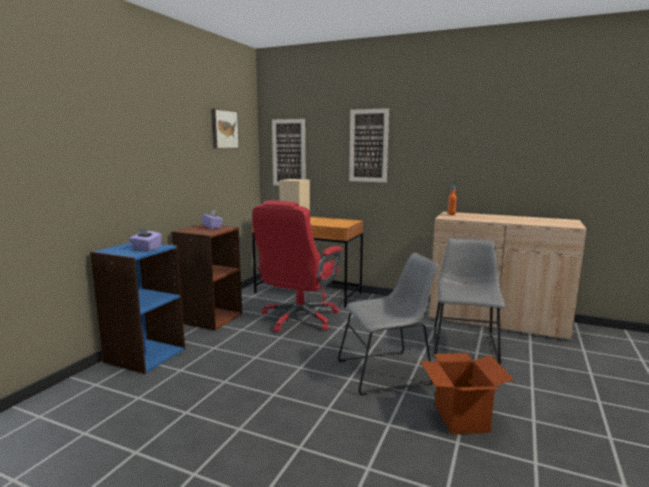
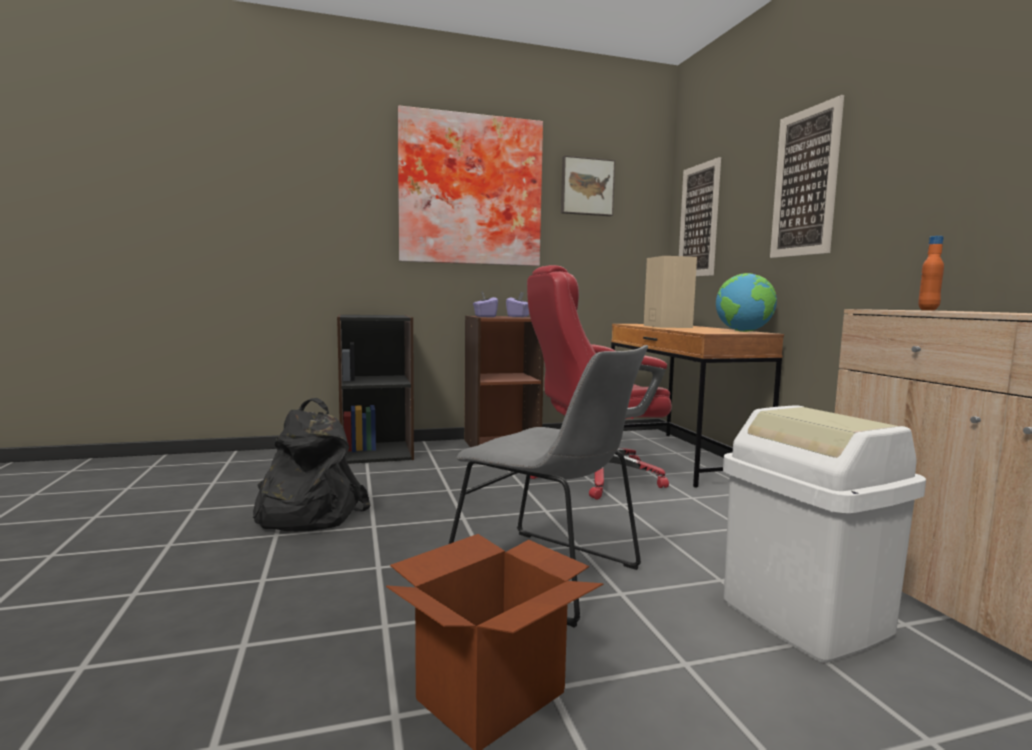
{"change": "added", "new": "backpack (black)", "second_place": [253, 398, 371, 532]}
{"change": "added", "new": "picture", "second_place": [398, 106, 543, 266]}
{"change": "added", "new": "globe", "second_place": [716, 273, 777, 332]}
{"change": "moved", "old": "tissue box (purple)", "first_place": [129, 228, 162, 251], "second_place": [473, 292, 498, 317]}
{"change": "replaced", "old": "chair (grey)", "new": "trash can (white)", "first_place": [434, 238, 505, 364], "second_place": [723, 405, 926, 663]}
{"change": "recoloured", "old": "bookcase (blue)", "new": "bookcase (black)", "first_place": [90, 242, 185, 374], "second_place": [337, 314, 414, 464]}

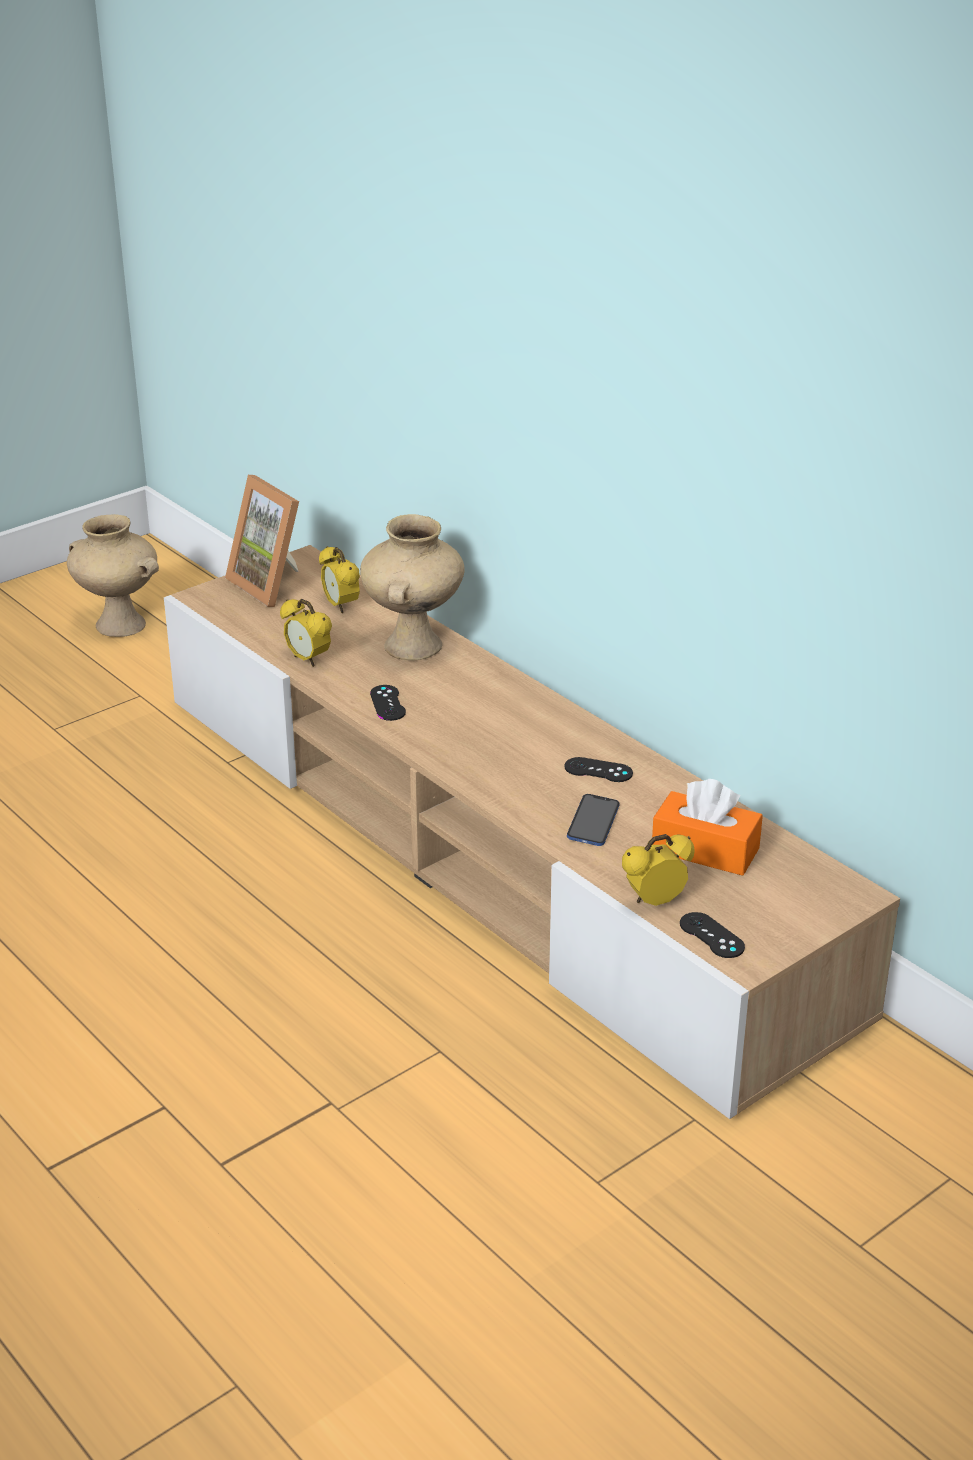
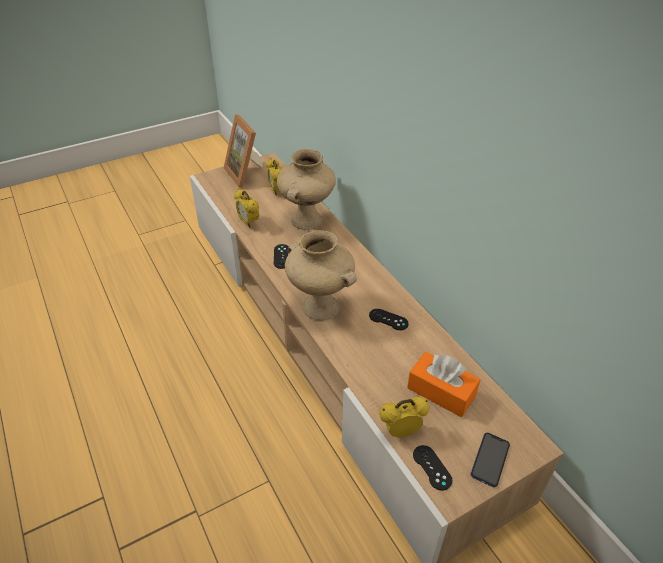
{"change": "moved", "old": "vase (beige)", "first_place": [67, 514, 159, 637], "second_place": [285, 230, 357, 320]}
{"change": "moved", "old": "phone", "first_place": [567, 794, 620, 846], "second_place": [471, 433, 510, 487]}

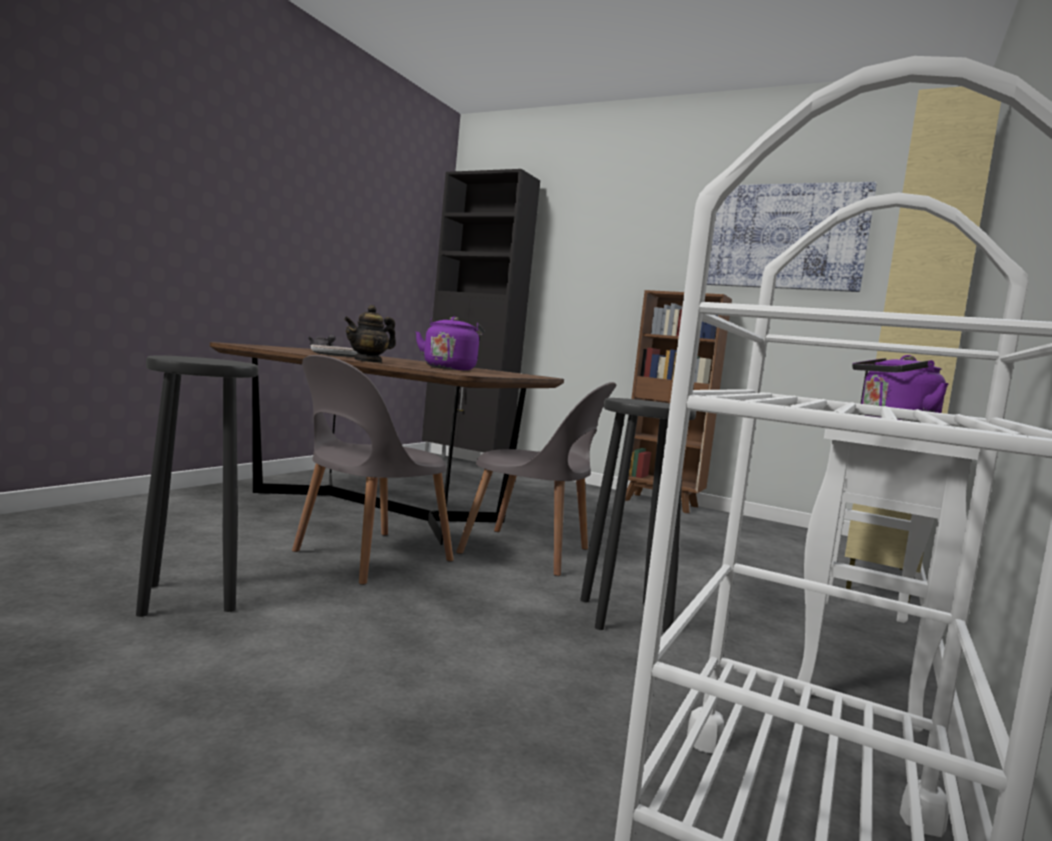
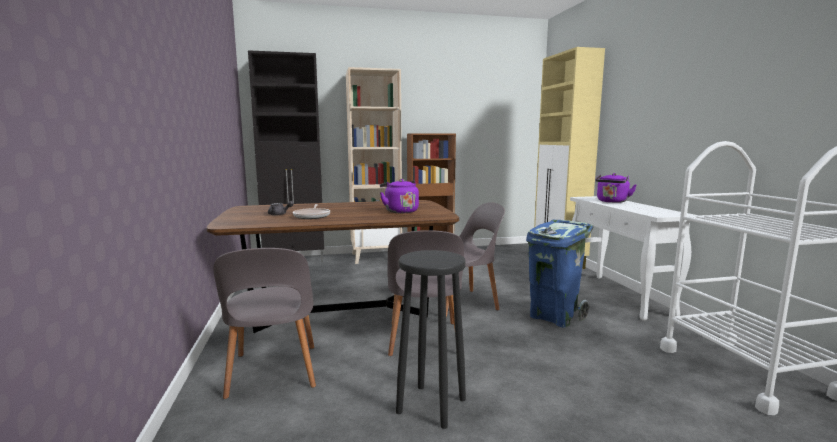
{"change": "removed", "old": "teapot", "first_place": [344, 305, 396, 363]}
{"change": "removed", "old": "picture", "first_place": [707, 182, 877, 292]}
{"change": "added", "new": "chair (grey)", "second_place": [213, 248, 316, 399]}
{"change": "added", "new": "bookcase (beige)", "second_place": [346, 67, 402, 264]}
{"change": "replaced", "old": "stool (black)", "new": "trash can (blue)", "first_place": [580, 398, 696, 632], "second_place": [526, 220, 594, 328]}

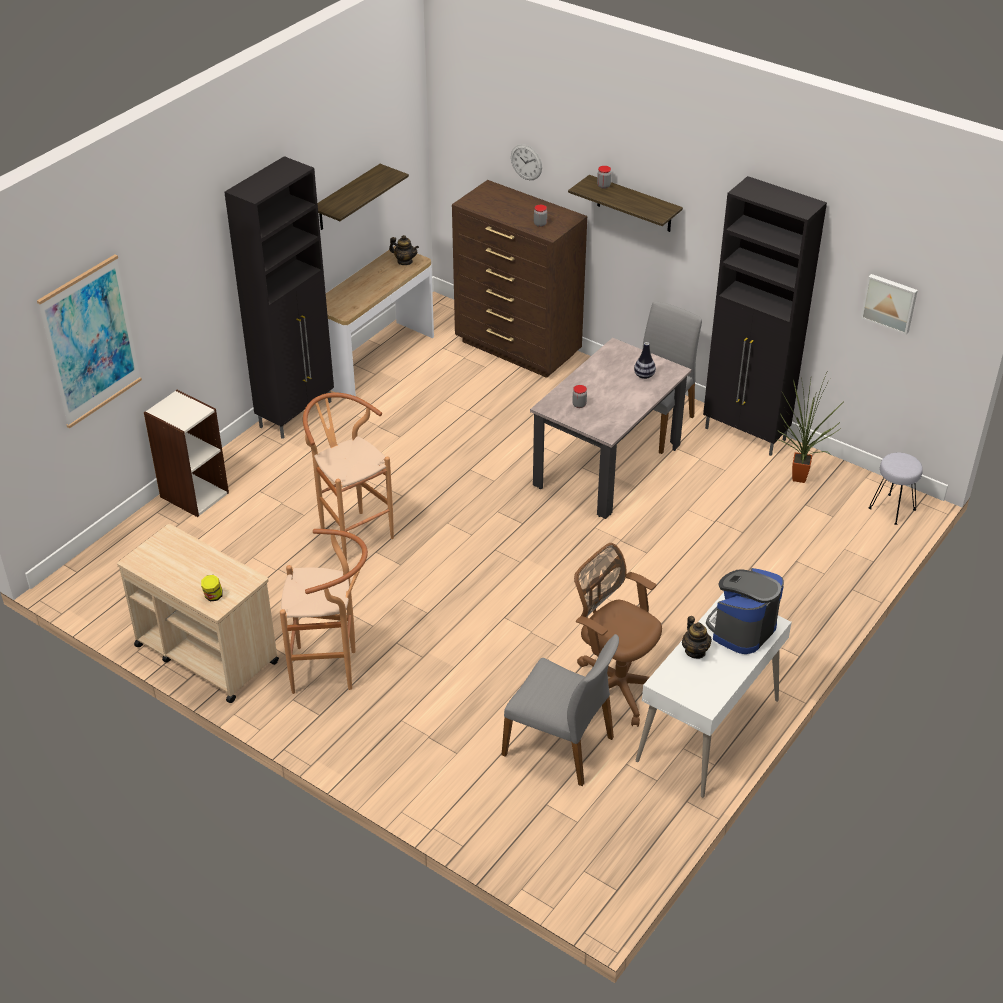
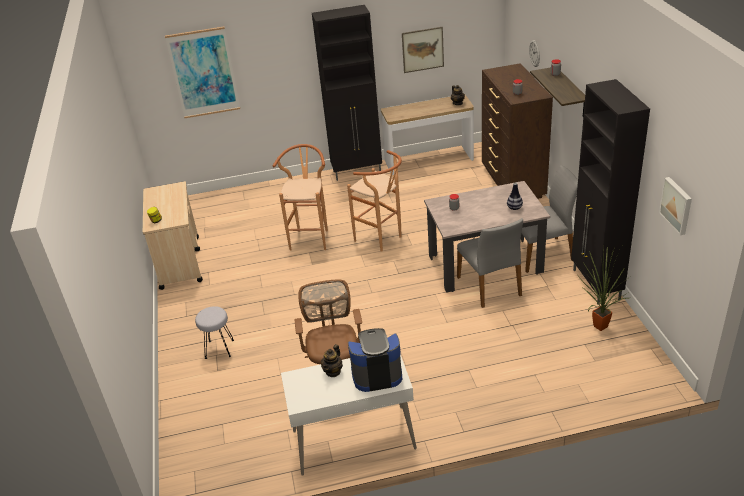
{"change": "removed", "old": "bookcase", "first_place": [144, 390, 229, 517]}
{"change": "moved", "old": "stool (brown)", "first_place": [280, 529, 368, 694], "second_place": [347, 150, 402, 252]}
{"change": "moved", "old": "chair (grey)", "first_place": [502, 634, 619, 786], "second_place": [457, 218, 523, 308]}
{"change": "moved", "old": "stool (grey)", "first_place": [869, 453, 923, 525], "second_place": [195, 306, 234, 359]}
{"change": "replaced", "old": "shelf", "new": "picture", "first_place": [317, 164, 409, 230], "second_place": [402, 27, 444, 73]}

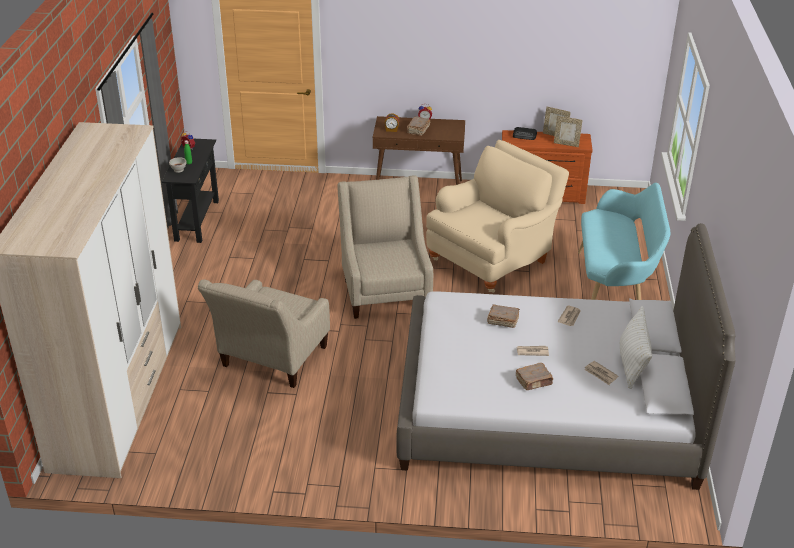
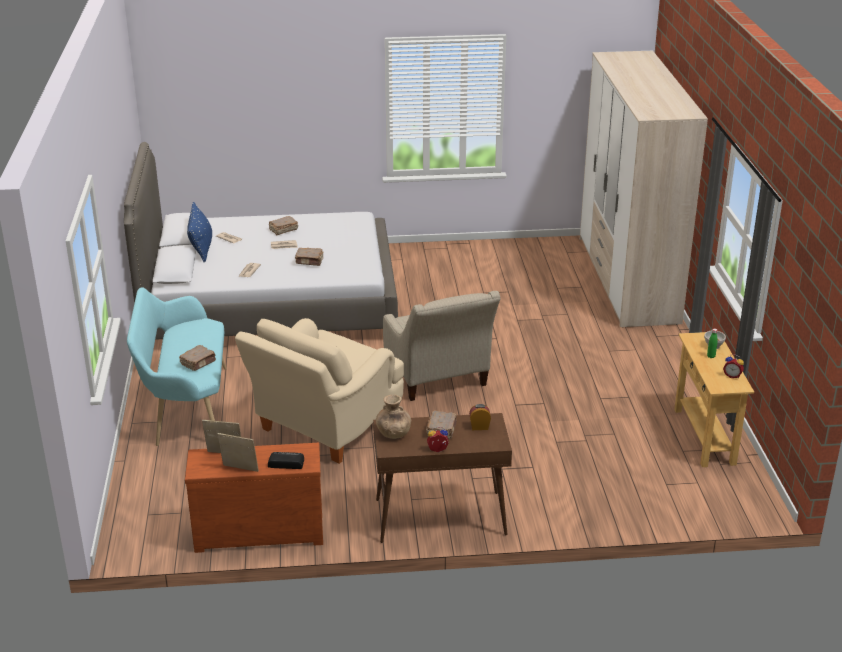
{"change": "removed", "old": "armchair (beige)", "first_place": [198, 280, 330, 388]}
{"change": "added", "new": "book (brown)", "second_place": [180, 345, 216, 371]}
{"change": "added", "new": "vase (brown)", "second_place": [376, 395, 411, 439]}
{"change": "recoloured", "old": "console table (black)", "new": "console table (beige)", "first_place": [162, 139, 219, 243], "second_place": [674, 332, 754, 467]}
{"change": "recoloured", "old": "pillow (white)", "new": "pillow (blue)", "first_place": [620, 306, 652, 389], "second_place": [187, 202, 212, 263]}

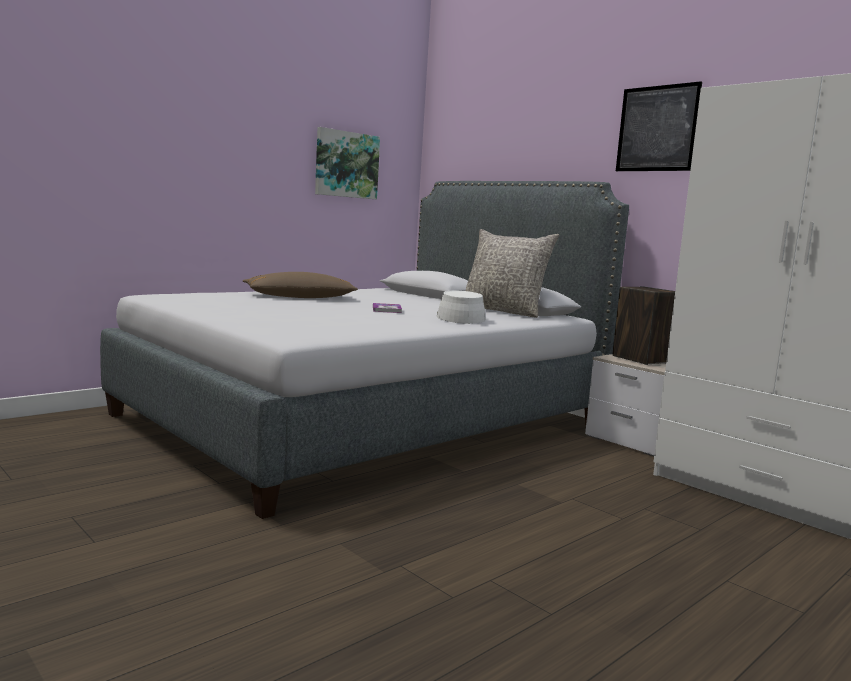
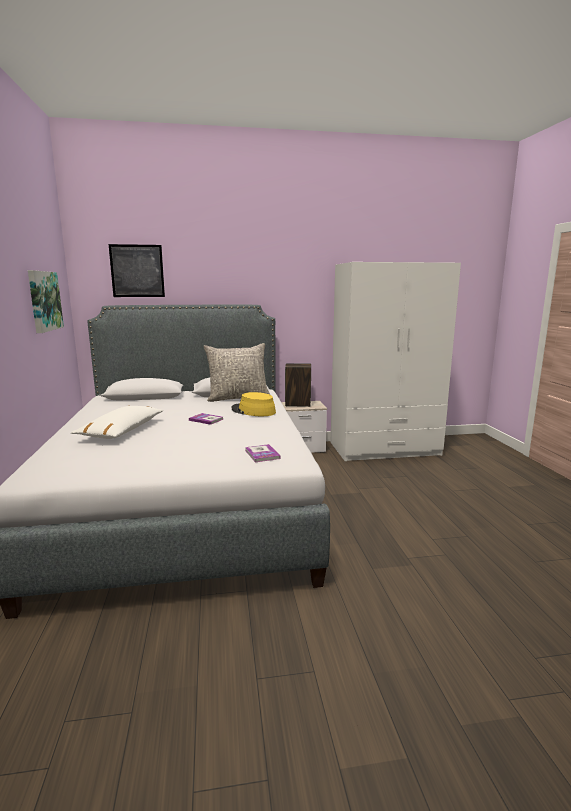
{"change": "added", "new": "book", "second_place": [245, 444, 280, 462]}
{"change": "moved", "old": "picture", "first_place": [616, 81, 702, 171], "second_place": [109, 244, 165, 297]}
{"change": "recoloured", "old": "pillow (brown)", "new": "pillow (white)", "first_place": [243, 272, 358, 298], "second_place": [71, 406, 163, 439]}
{"change": "recoloured", "old": "hat (white)", "new": "hat (yellow)", "first_place": [436, 291, 486, 324], "second_place": [231, 392, 276, 416]}

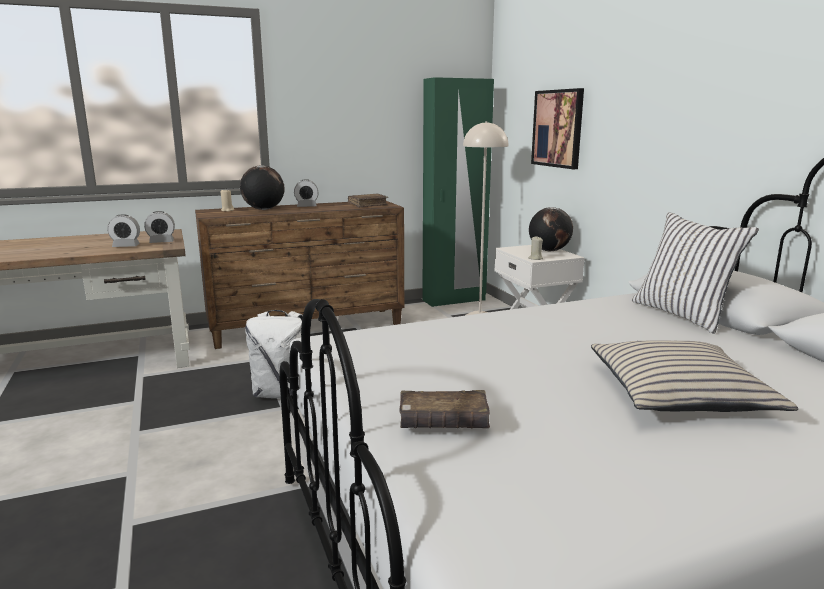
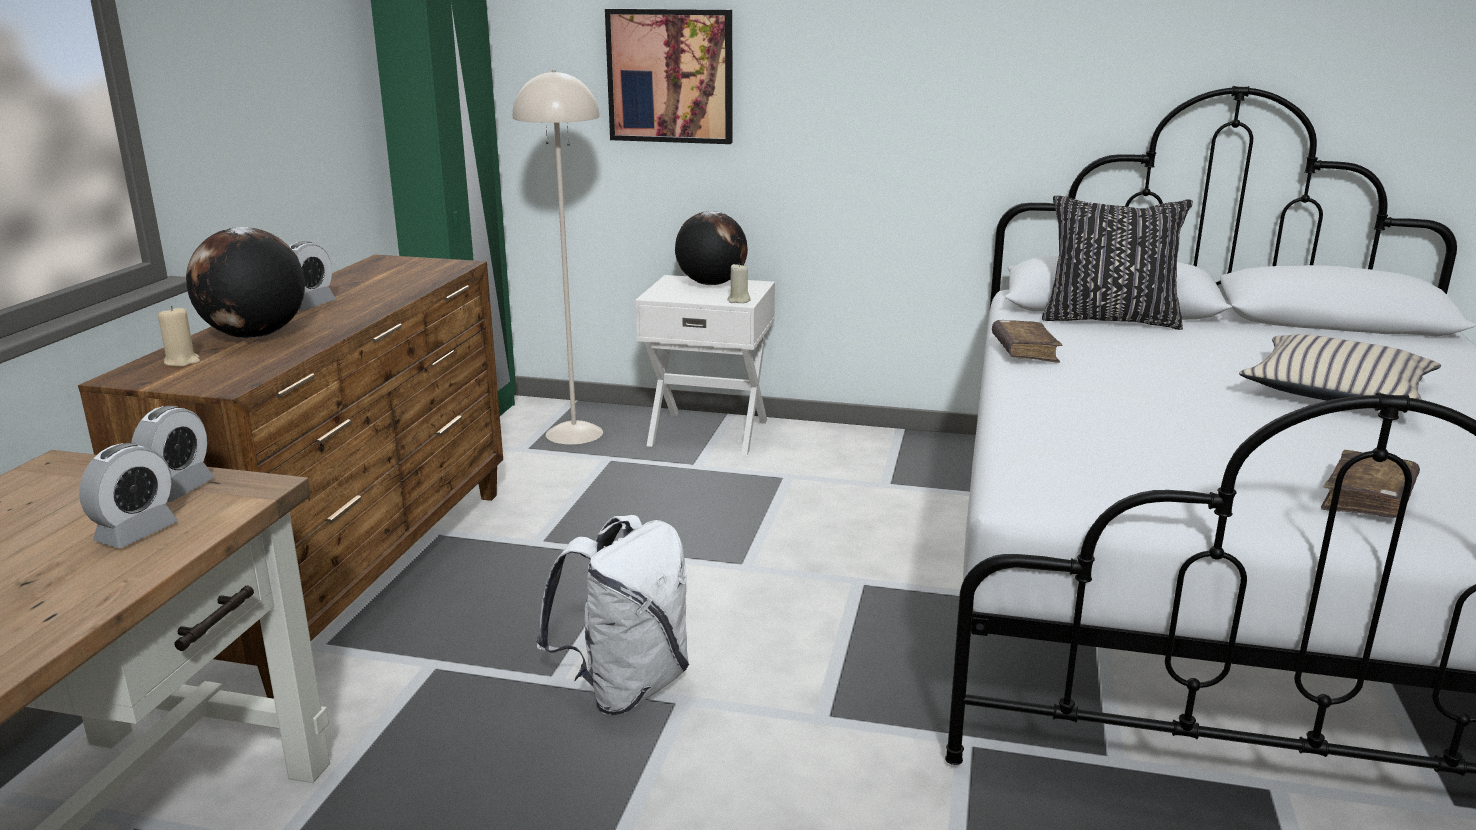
{"change": "moved", "old": "book (brown)", "first_place": [348, 194, 388, 208], "second_place": [992, 320, 1063, 363]}
{"change": "recoloured", "old": "pillow (white)", "new": "pillow (black)", "first_place": [632, 212, 759, 334], "second_place": [1042, 196, 1193, 330]}

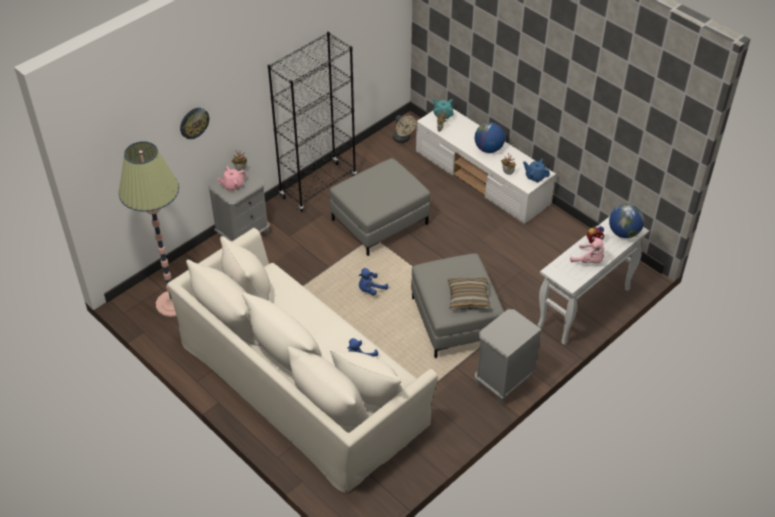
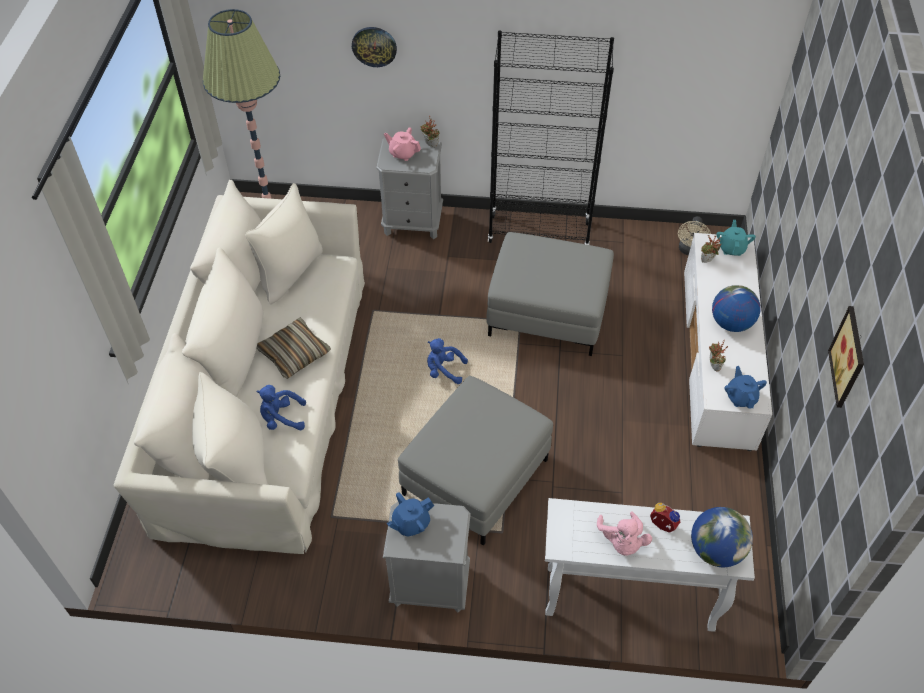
{"change": "added", "new": "teapot (blue)", "second_place": [387, 492, 434, 537]}
{"change": "added", "new": "picture", "second_place": [828, 306, 864, 408]}
{"change": "moved", "old": "pillow", "first_place": [448, 278, 491, 310], "second_place": [256, 318, 331, 379]}

